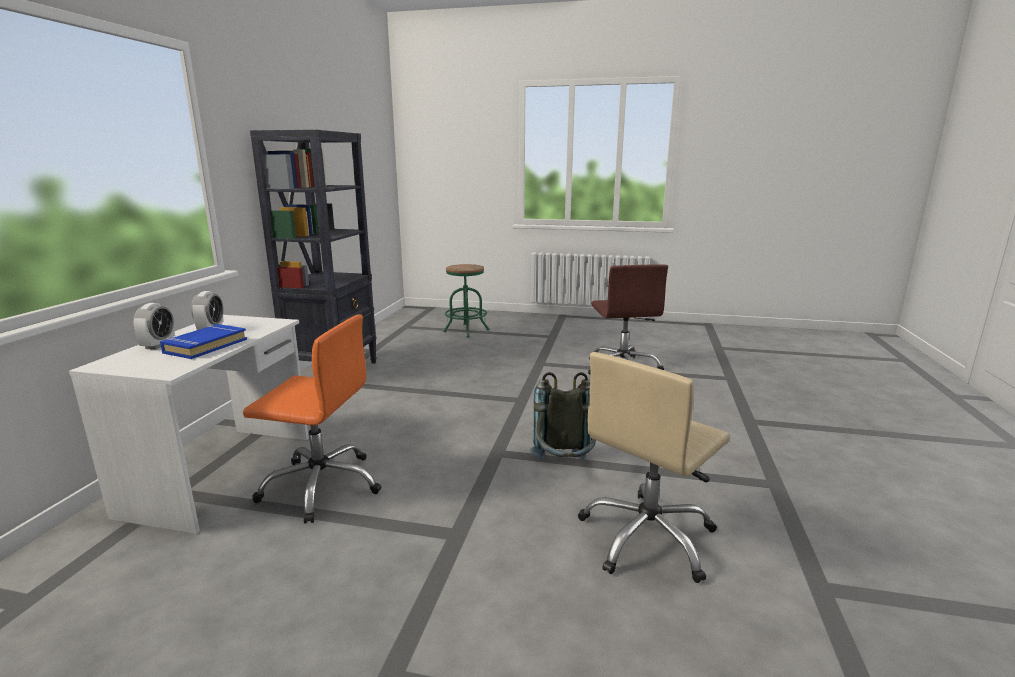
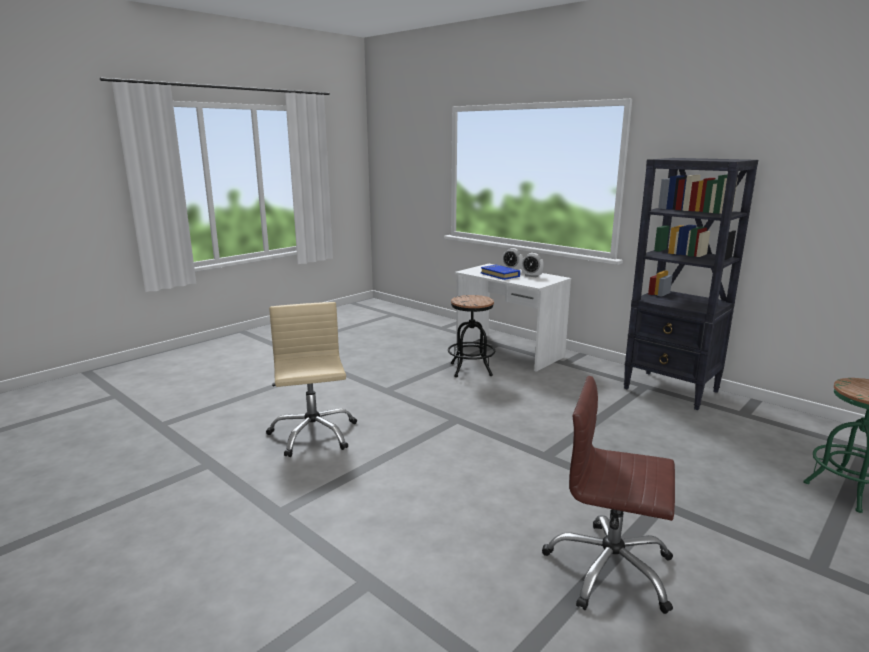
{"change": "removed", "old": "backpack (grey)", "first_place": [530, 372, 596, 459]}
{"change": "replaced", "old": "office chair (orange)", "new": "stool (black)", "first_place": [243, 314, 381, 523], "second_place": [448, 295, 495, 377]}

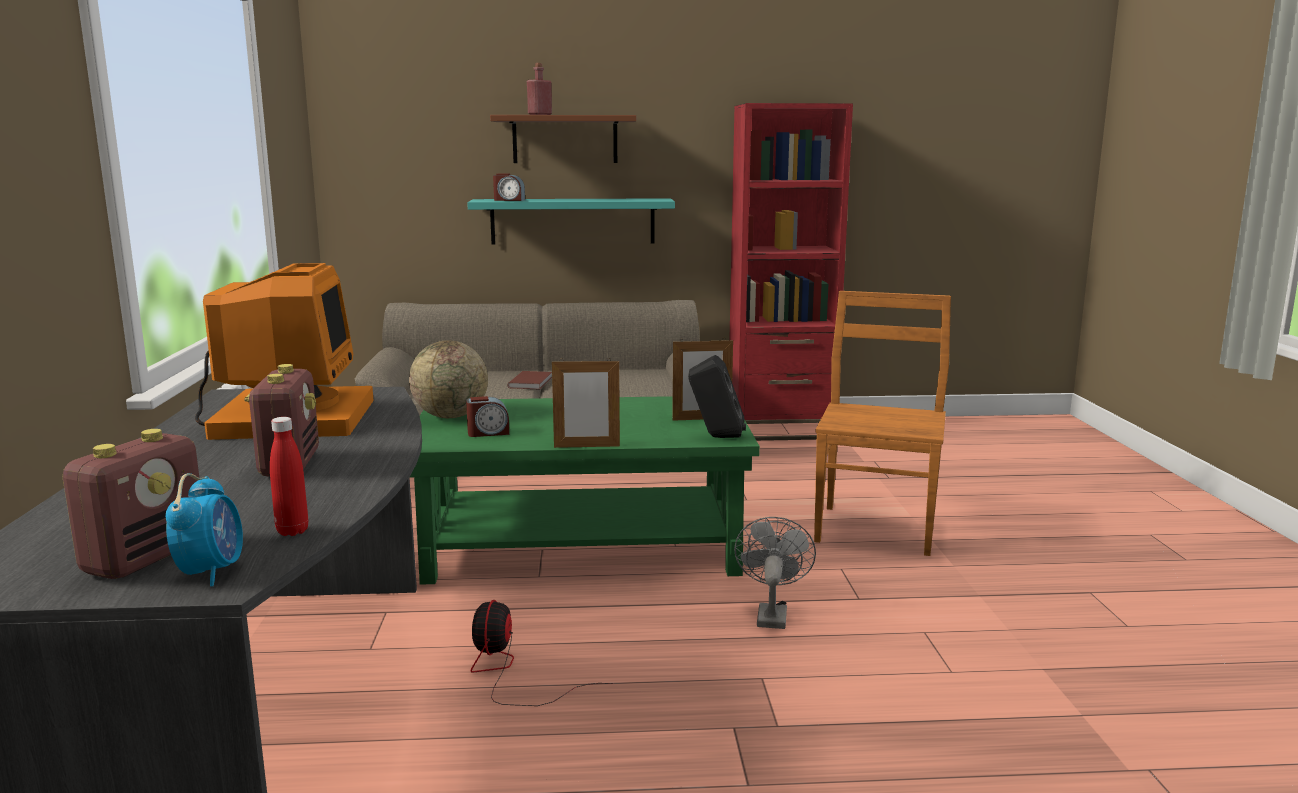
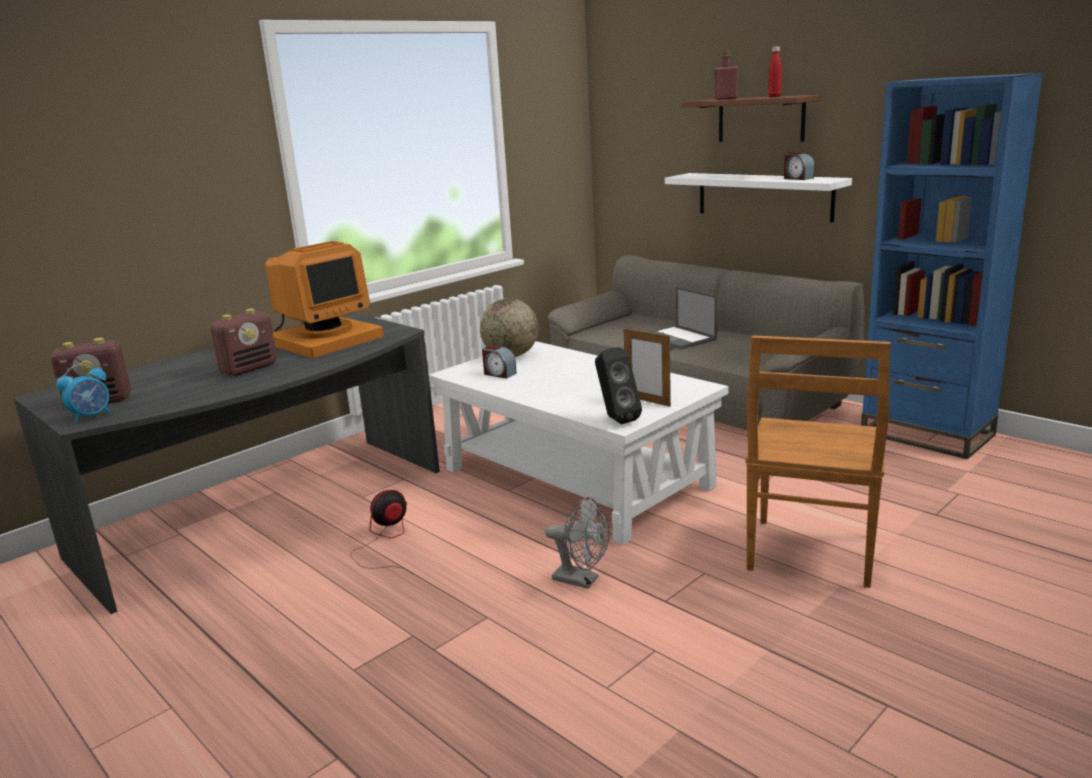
{"change": "removed", "old": "picture frame", "first_place": [552, 358, 620, 448]}
{"change": "moved", "old": "bottle (red)", "first_place": [270, 417, 308, 536], "second_place": [768, 46, 782, 97]}
{"change": "moved", "old": "alarm clock", "first_place": [493, 173, 525, 201], "second_place": [784, 152, 815, 180]}
{"change": "replaced", "old": "book (brown)", "new": "laptop", "first_place": [507, 371, 552, 389], "second_place": [649, 287, 717, 350]}
{"change": "recoloured", "old": "coffee table (green)", "new": "coffee table (white)", "first_place": [409, 396, 760, 585], "second_place": [429, 341, 728, 545]}
{"change": "recoloured", "old": "shelf (turquoise)", "new": "shelf (white)", "first_place": [467, 198, 675, 244], "second_place": [665, 173, 852, 222]}
{"change": "recoloured", "old": "bookcase (red)", "new": "bookcase (blue)", "first_place": [729, 103, 853, 441], "second_place": [861, 73, 1043, 459]}
{"change": "turned", "old": "fan (grey)", "first_place": [734, 517, 816, 629], "second_place": [545, 497, 609, 589], "degrees": 60}
{"change": "turned", "old": "chair (brown)", "first_place": [814, 291, 951, 556], "second_place": [745, 335, 891, 588], "degrees": 135}

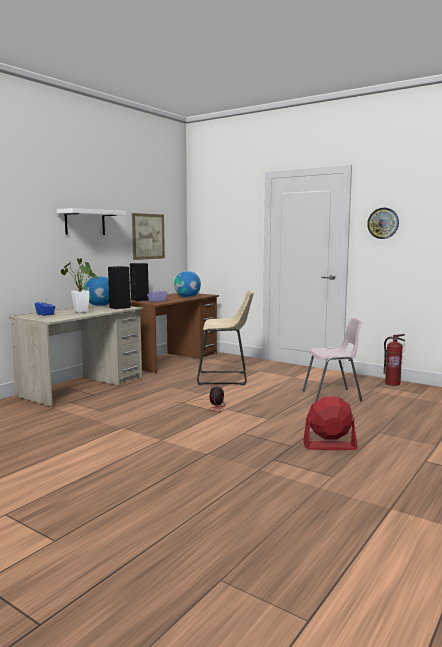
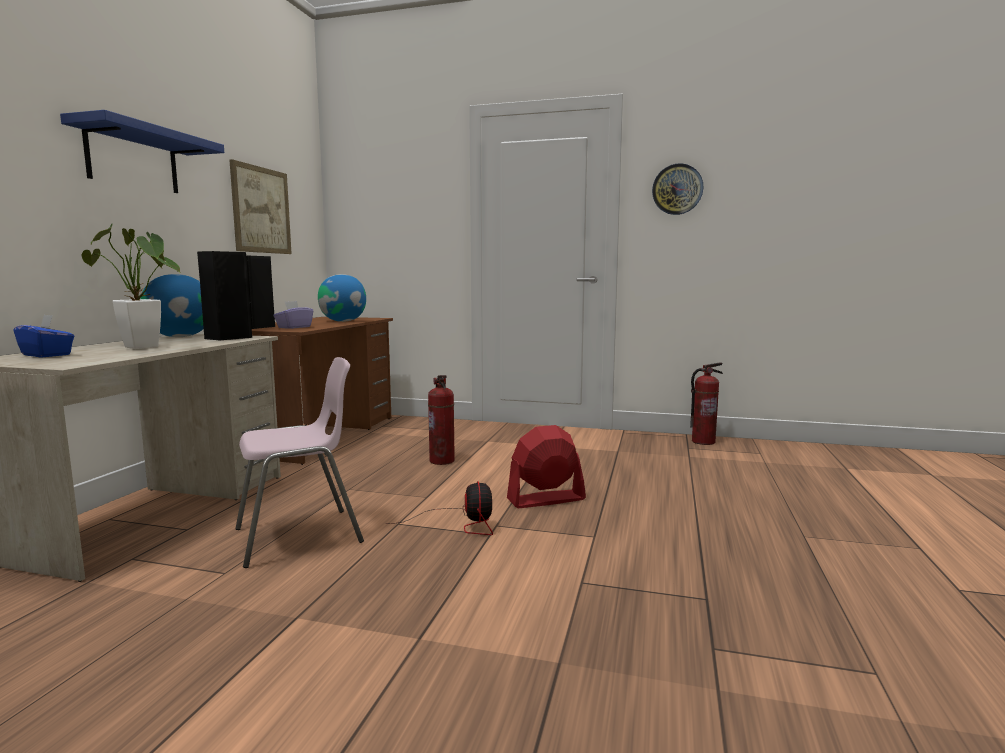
{"change": "moved", "old": "chair (pink)", "first_place": [303, 318, 363, 402], "second_place": [235, 357, 364, 568]}
{"change": "moved", "old": "fan (red)", "first_place": [303, 397, 357, 450], "second_place": [507, 425, 586, 508]}
{"change": "replaced", "old": "stool (beige)", "new": "fire extinguisher", "first_place": [197, 290, 254, 385], "second_place": [428, 375, 455, 465]}
{"change": "recoloured", "old": "shelf (white)", "new": "shelf (blue)", "first_place": [57, 208, 126, 235], "second_place": [60, 110, 224, 193]}

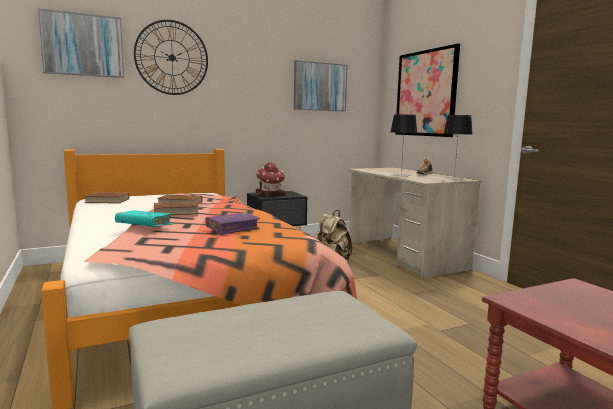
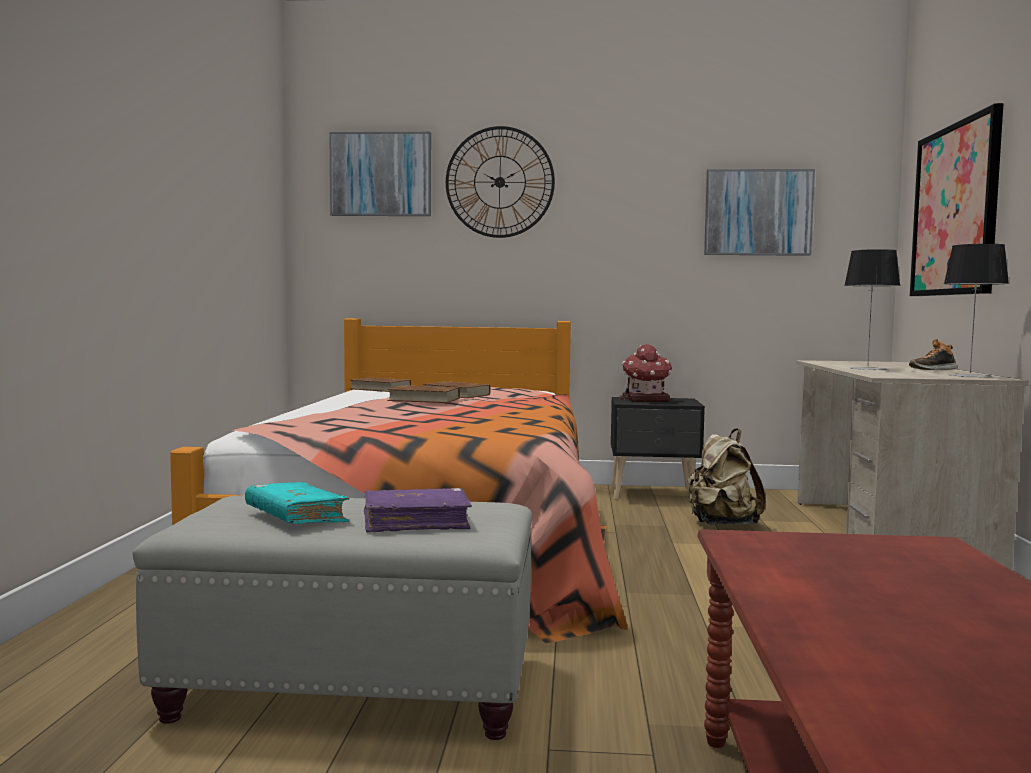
{"change": "moved", "old": "book (turquoise)", "first_place": [115, 210, 172, 227], "second_place": [245, 482, 349, 524]}
{"change": "moved", "old": "book (purple)", "first_place": [205, 212, 260, 235], "second_place": [364, 488, 472, 532]}

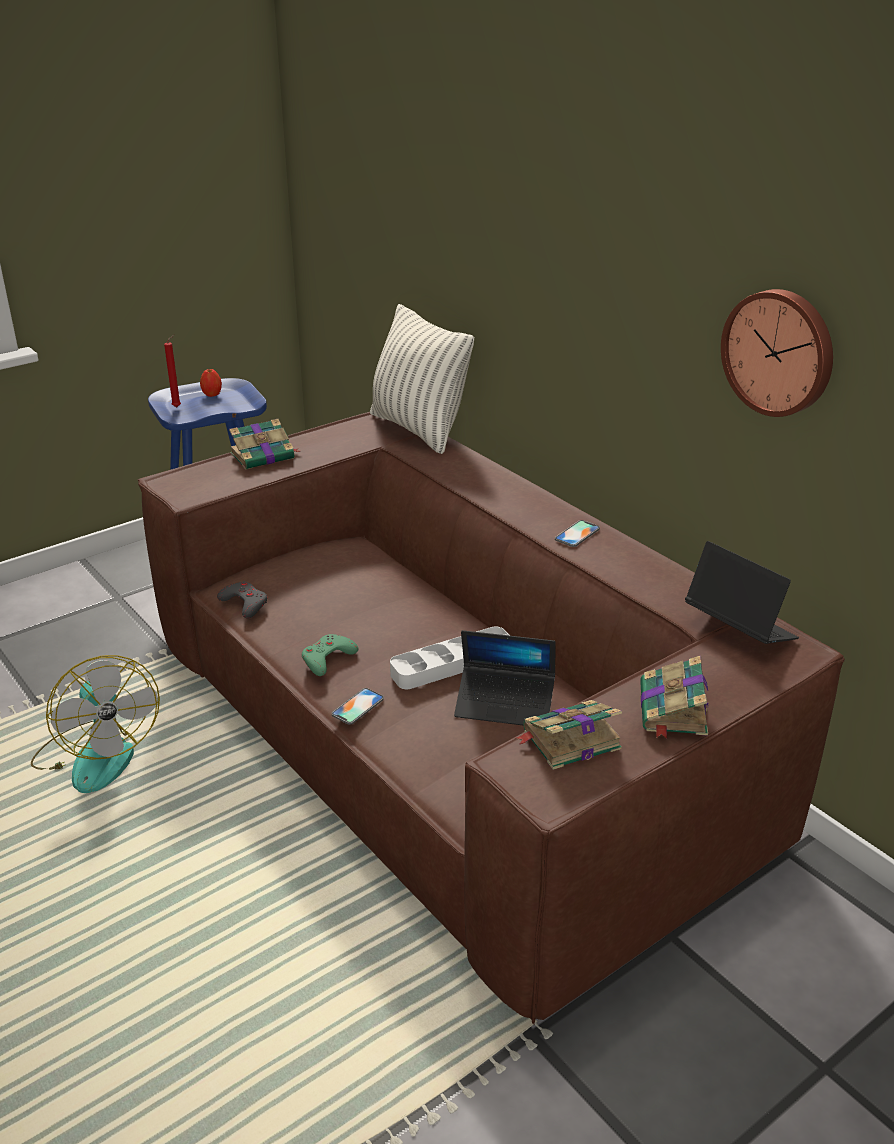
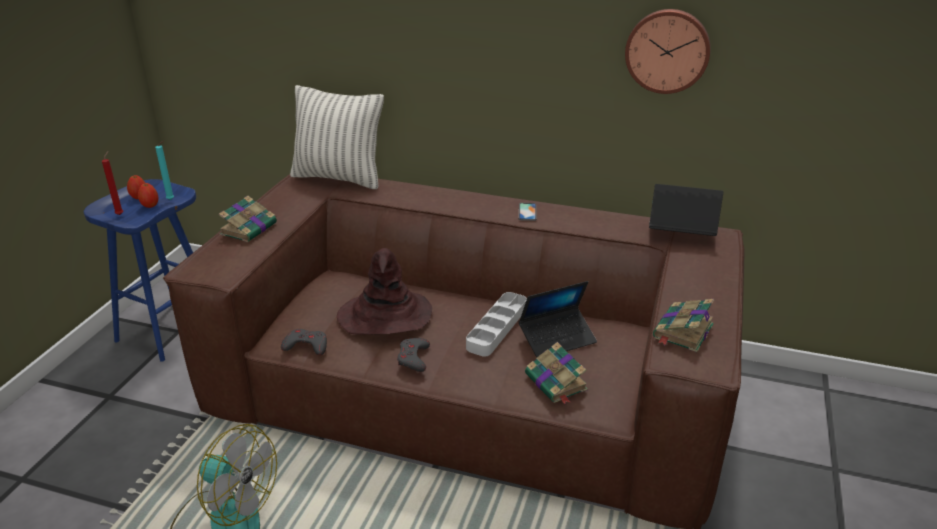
{"change": "removed", "old": "phone", "first_place": [332, 688, 384, 725]}
{"change": "added", "new": "apple", "second_place": [138, 183, 158, 208]}
{"change": "added", "new": "candle (turquoise)", "second_place": [155, 141, 174, 200]}
{"change": "added", "new": "hat (brown)", "second_place": [337, 248, 432, 335]}
{"change": "moved", "old": "book", "first_place": [640, 656, 709, 739], "second_place": [525, 342, 588, 404]}
{"change": "recoloured", "old": "game controller (green)", "new": "game controller (grey)", "first_place": [302, 634, 358, 676], "second_place": [397, 338, 430, 372]}

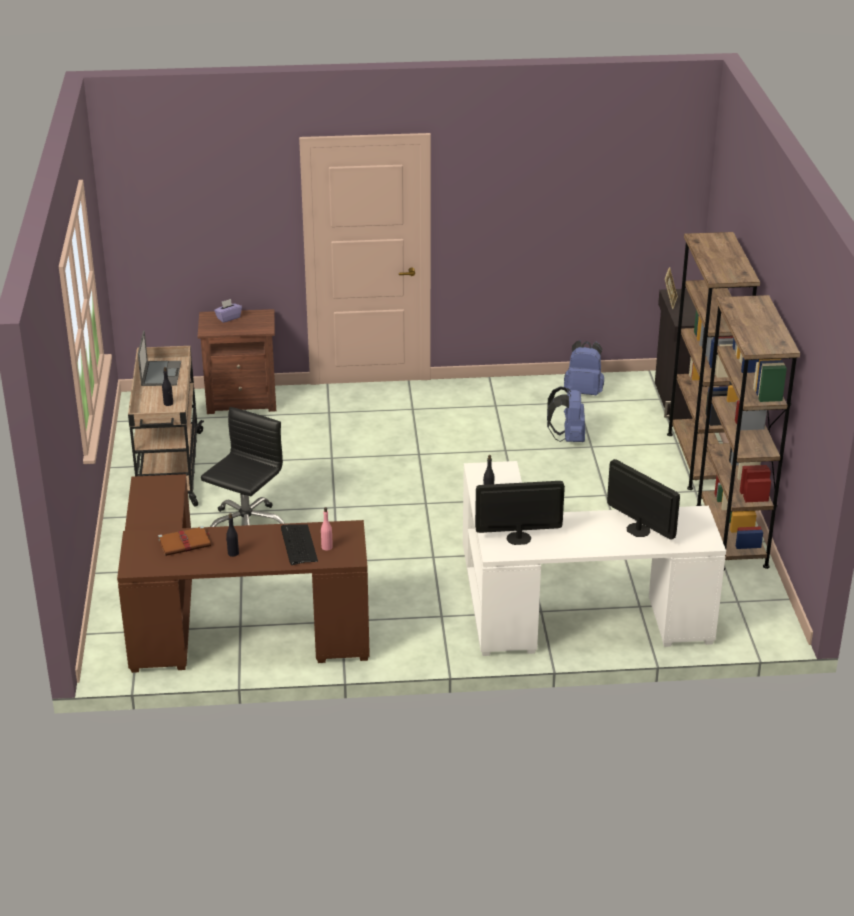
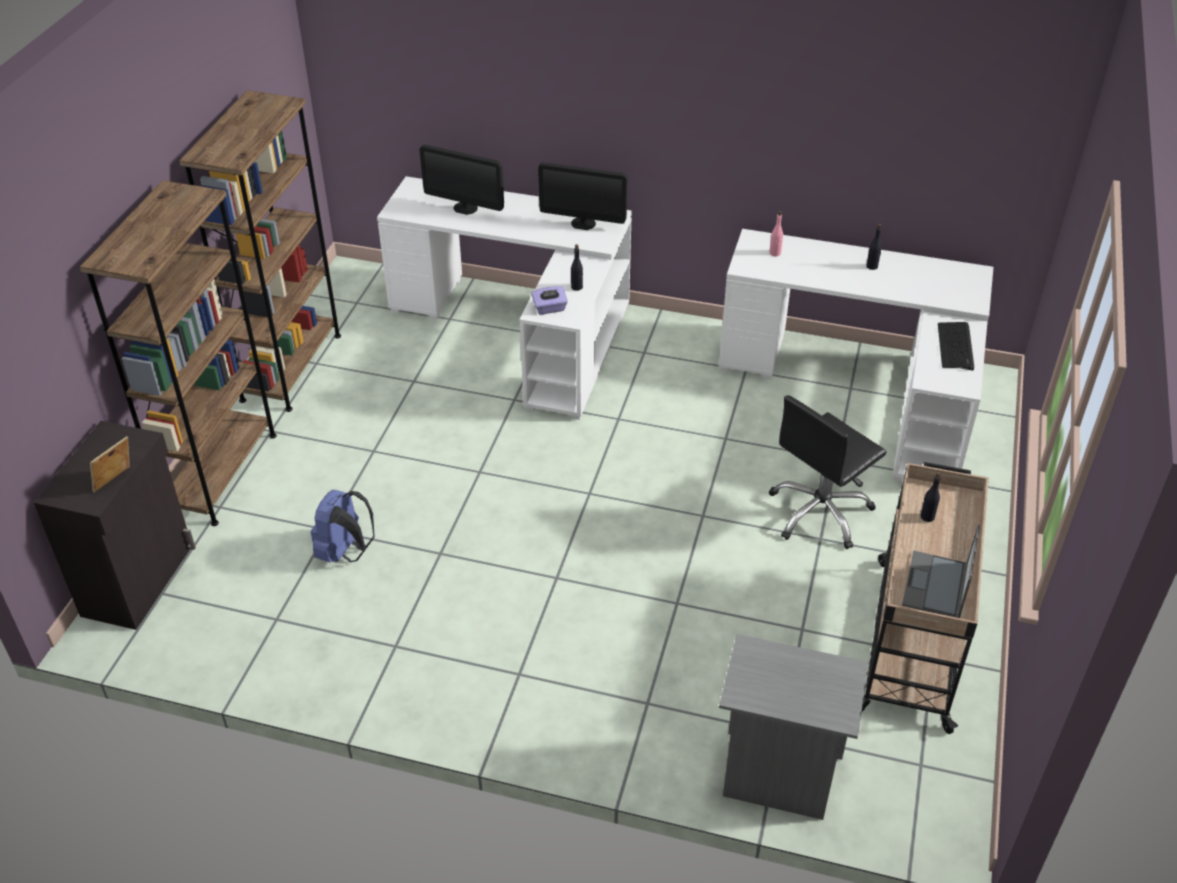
{"change": "removed", "old": "book (brown)", "first_place": [158, 526, 211, 556]}
{"change": "removed", "old": "backpack (blue)", "first_place": [564, 340, 604, 395]}
{"change": "moved", "old": "tissue box (purple)", "first_place": [214, 299, 242, 323], "second_place": [531, 286, 568, 315]}
{"change": "moved", "old": "keyboard", "first_place": [281, 524, 318, 565], "second_place": [938, 322, 974, 370]}
{"change": "recoloured", "old": "desk (brown)", "new": "desk (white)", "first_place": [117, 474, 370, 673], "second_place": [719, 229, 994, 481]}
{"change": "recoloured", "old": "nightstand (brown)", "new": "nightstand (grey)", "first_place": [198, 309, 276, 414], "second_place": [719, 634, 869, 820]}
{"change": "turned", "old": "monitor", "first_place": [607, 459, 680, 540], "second_place": [420, 145, 504, 215], "degrees": -45}

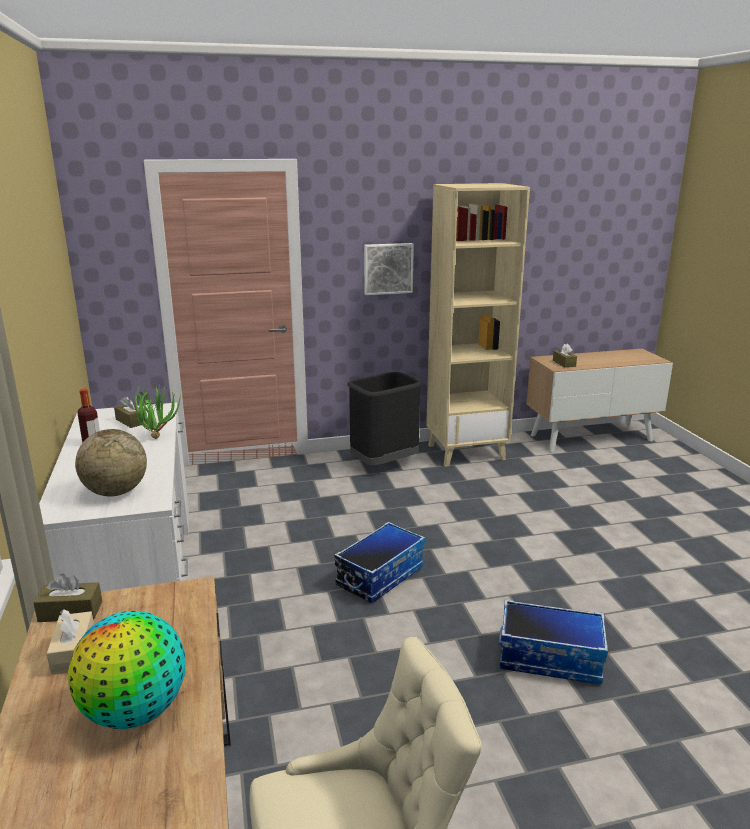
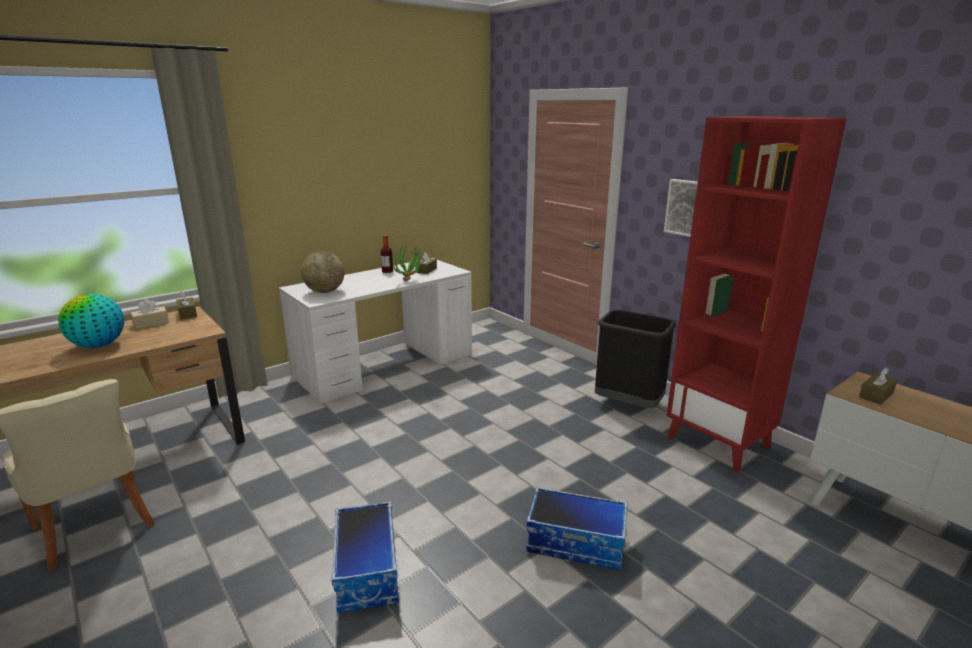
{"change": "moved", "old": "storage box", "first_place": [334, 522, 425, 603], "second_place": [526, 487, 627, 570]}
{"change": "recoloured", "old": "bookcase (beige)", "new": "bookcase (red)", "first_place": [426, 183, 530, 467], "second_place": [667, 116, 847, 472]}

